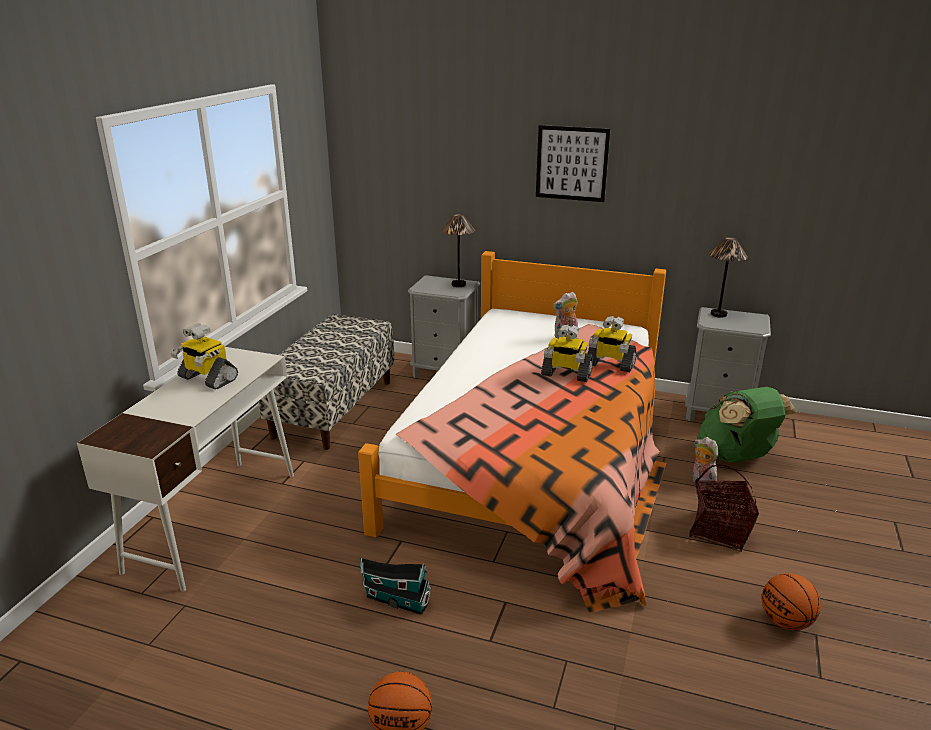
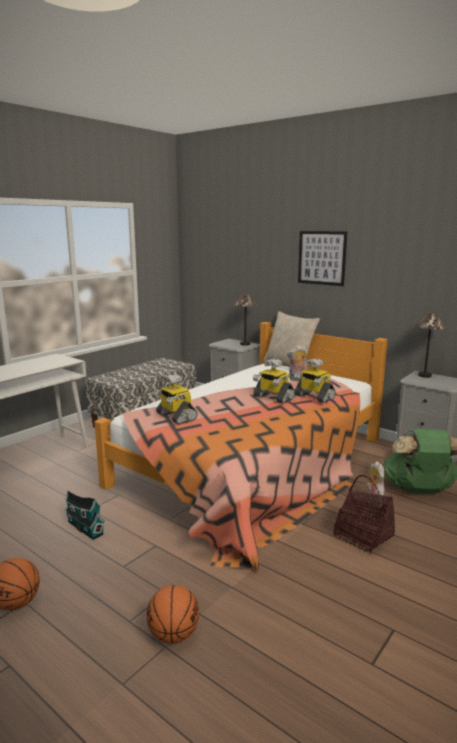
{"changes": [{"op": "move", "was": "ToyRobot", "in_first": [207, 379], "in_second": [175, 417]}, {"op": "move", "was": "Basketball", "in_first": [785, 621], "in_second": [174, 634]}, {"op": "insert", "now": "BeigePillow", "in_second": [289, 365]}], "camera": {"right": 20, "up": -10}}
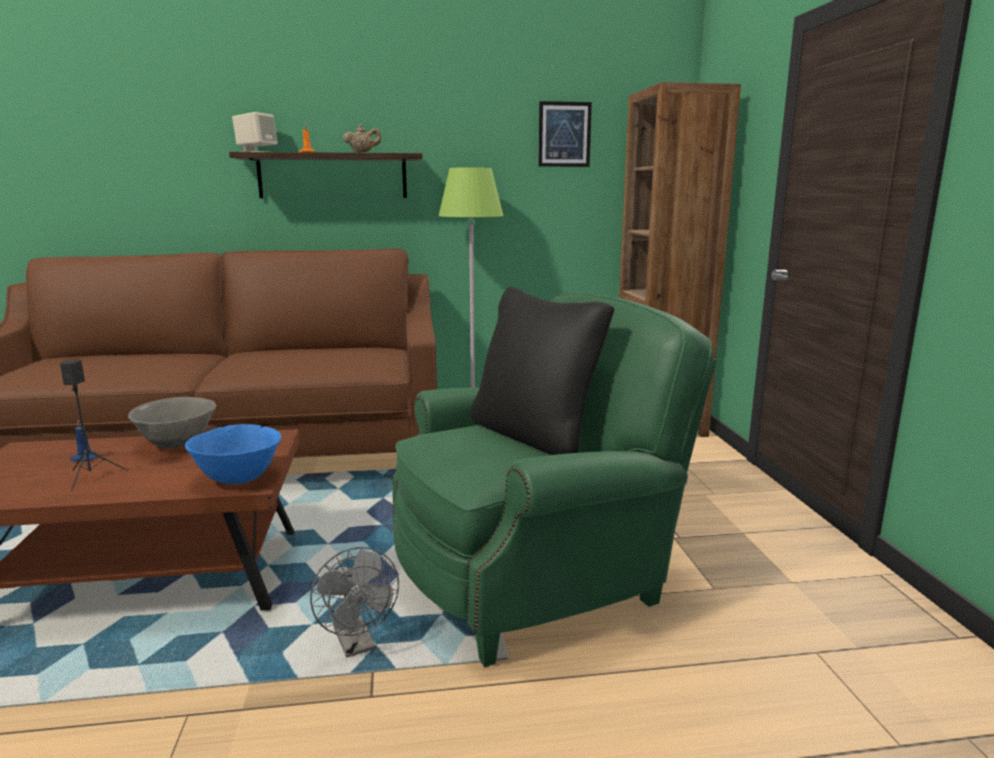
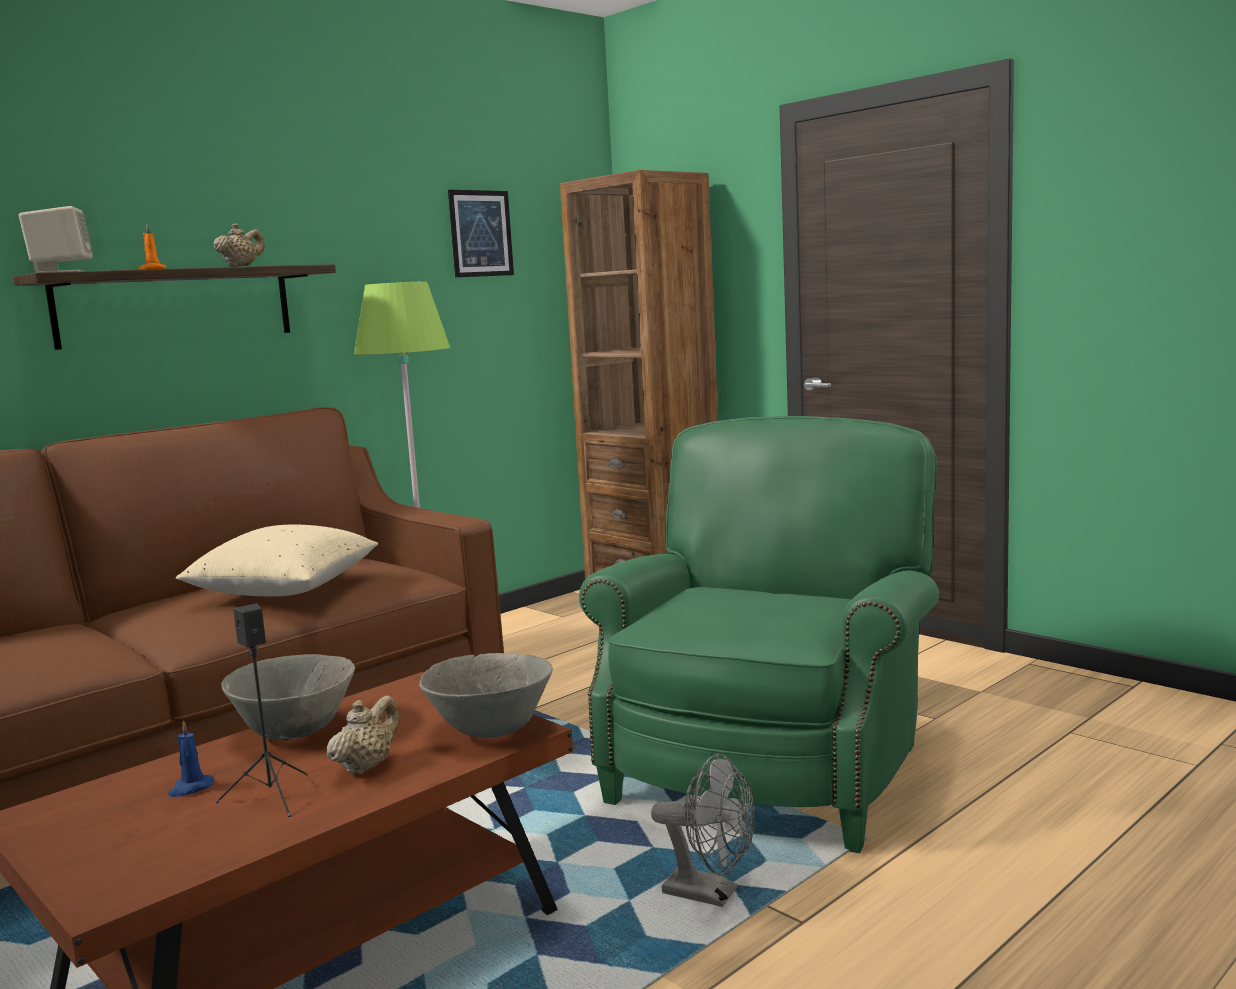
{"changes": [{"op": "recolor", "was": "BlueBowl", "now": "GreyBowl", "in_first": [238, 478], "in_second": [491, 731]}, {"op": "delete", "was": "BlackPillow", "in_first": [535, 435]}, {"op": "insert", "now": "BeigePillow", "in_second": [285, 590]}, {"op": "insert", "now": "BeigeTeapot", "in_second": [367, 766]}], "camera": {"right": -35, "up": -5}}
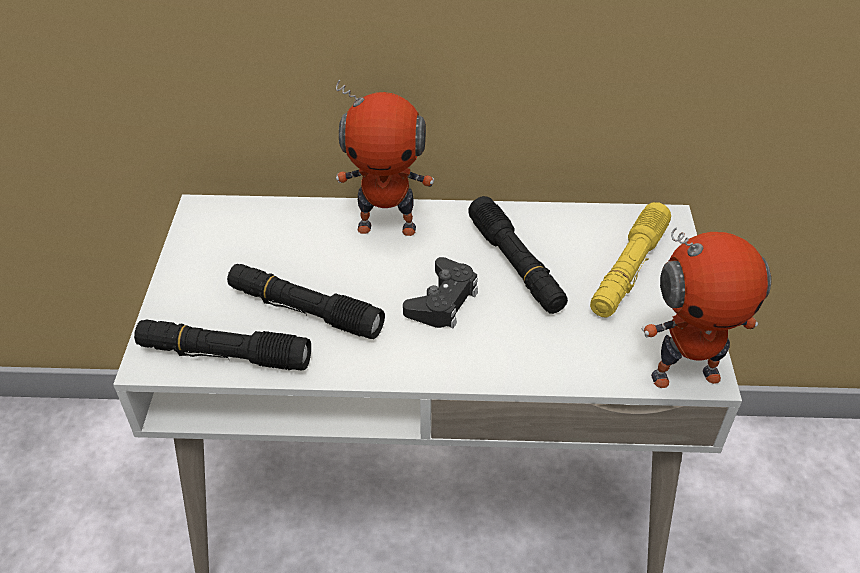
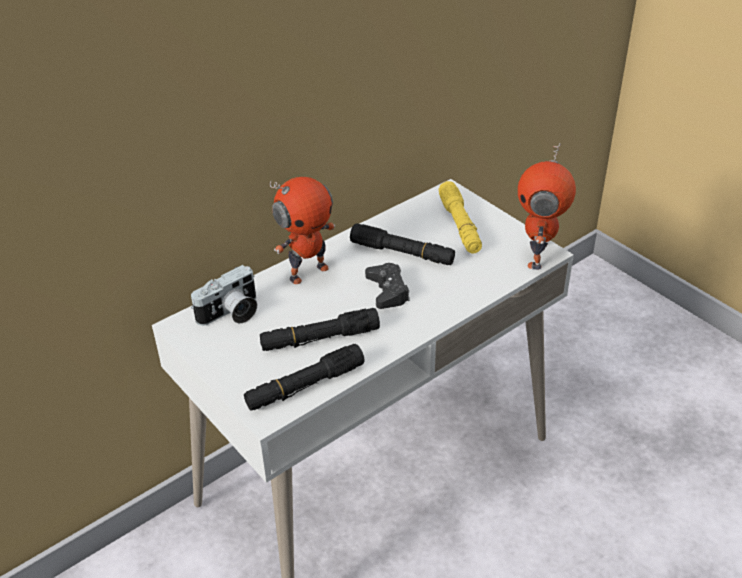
{"changes": [{"op": "rotate", "was": "ToyRobot", "in_first": [685, 373], "in_second": [538, 257], "clockwise": 150}, {"op": "insert", "now": "PhotoCamera", "in_second": [231, 314]}], "camera": {"right": -40, "up": -5}}
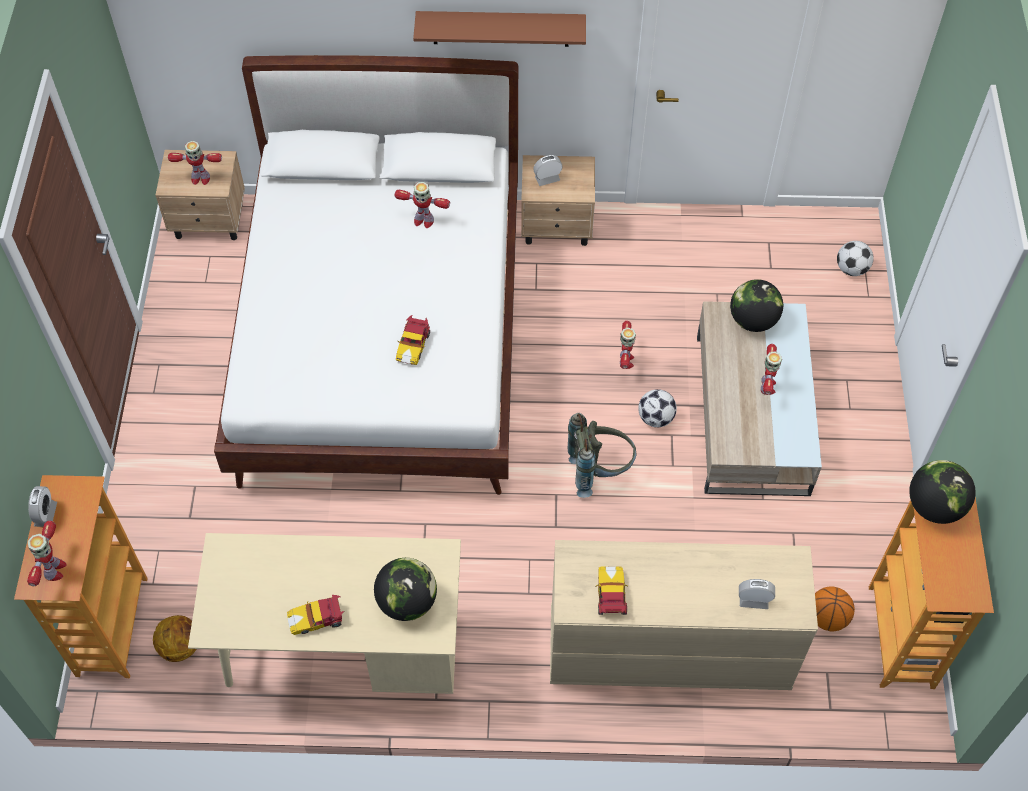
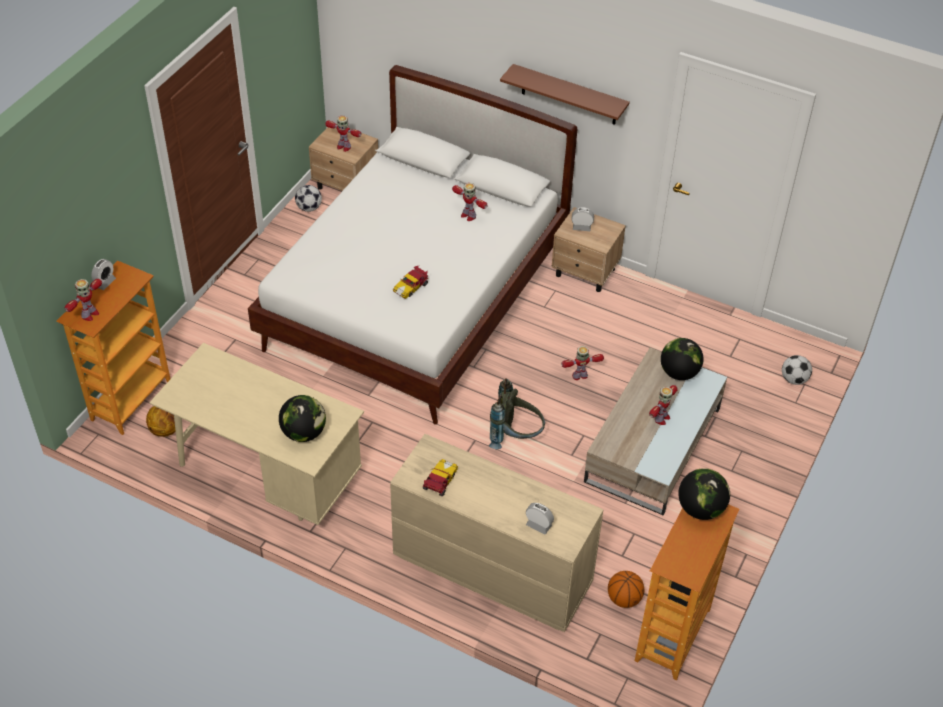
{"changes": [{"op": "delete", "was": "ToyCar", "in_first": [318, 619]}, {"op": "rotate", "was": "ToyRobot", "in_first": [625, 361], "in_second": [580, 376], "clockwise": -135}, {"op": "move", "was": "Football", "in_first": [655, 418], "in_second": [309, 208]}], "camera": {"right": 25, "up": -10}}
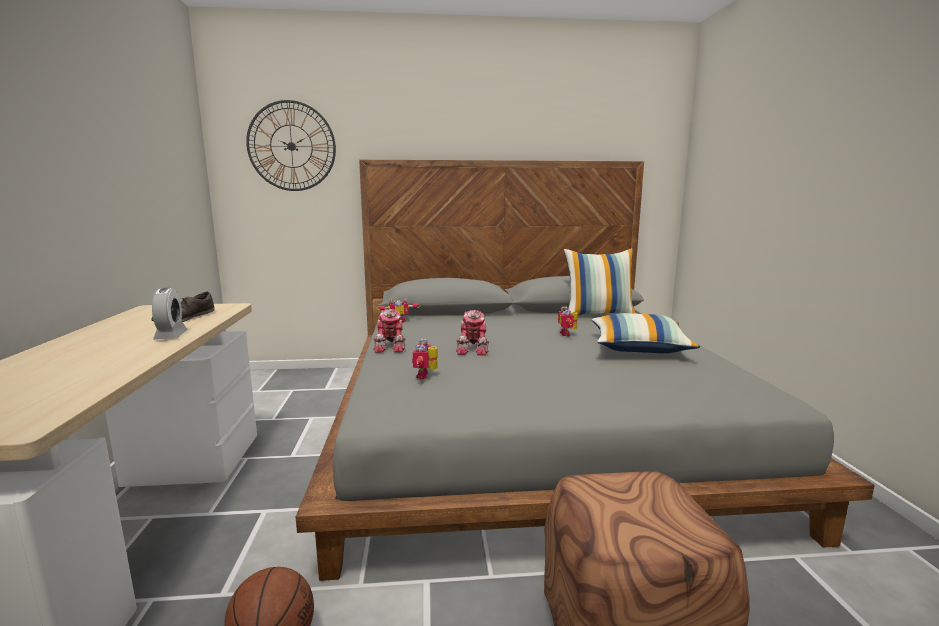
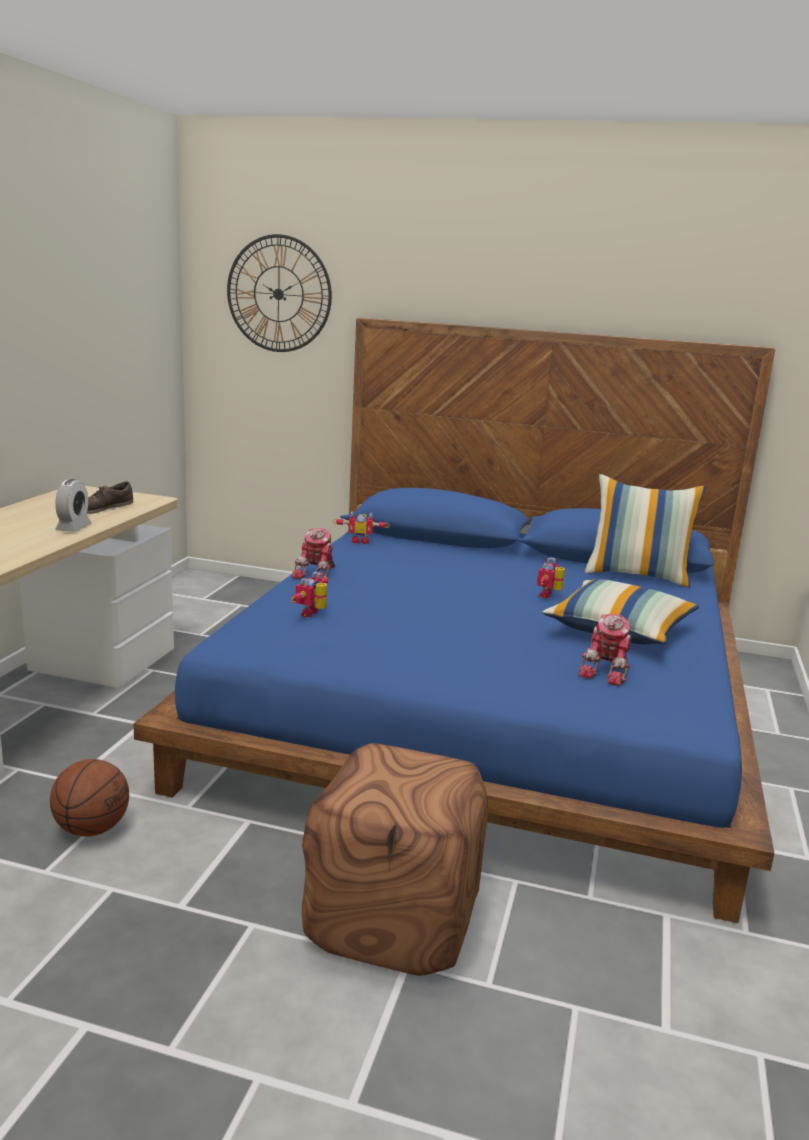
{"changes": [{"op": "recolor", "was": "GreyBed", "now": "BlueBed", "in_first": [530, 427], "in_second": [486, 708]}, {"op": "move", "was": "ToyRobot", "in_first": [474, 349], "in_second": [608, 671]}], "camera": {"right": 20, "up": 5}}
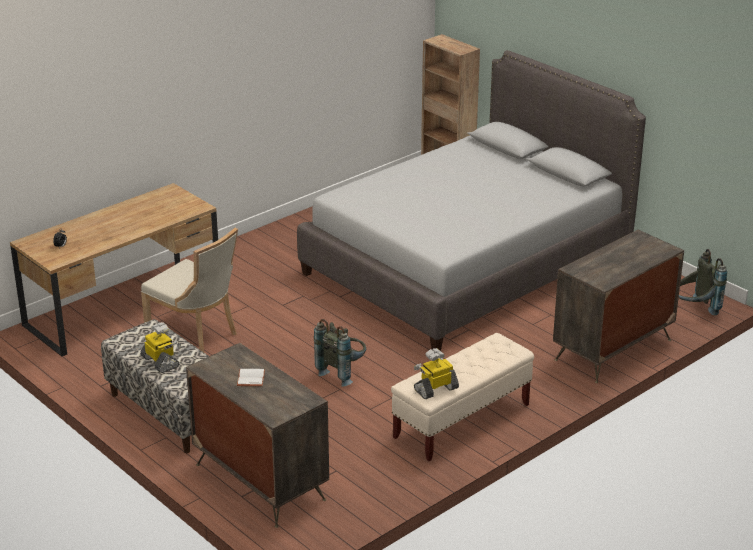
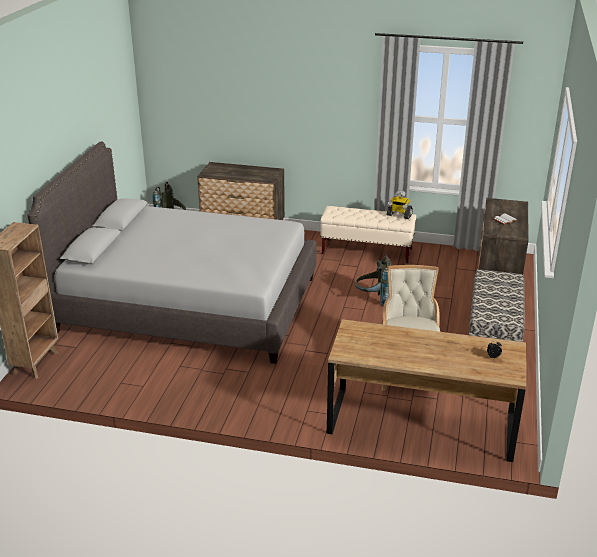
{"changes": [{"op": "delete", "was": "ToyRobot", "in_first": [161, 362]}], "camera": {"right": -125, "up": 0}}
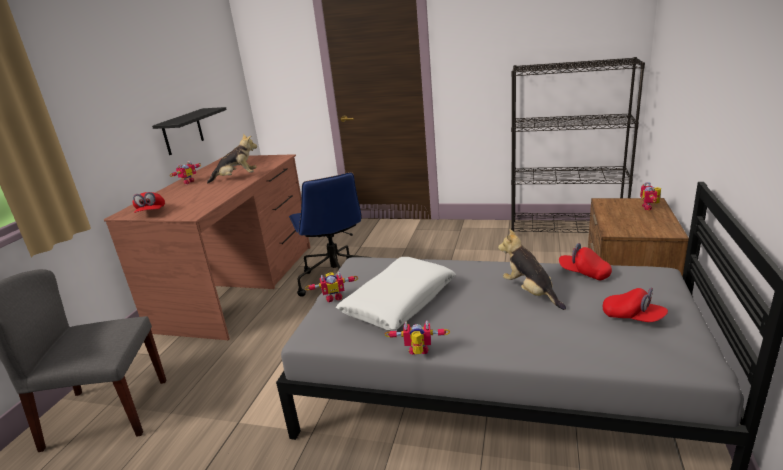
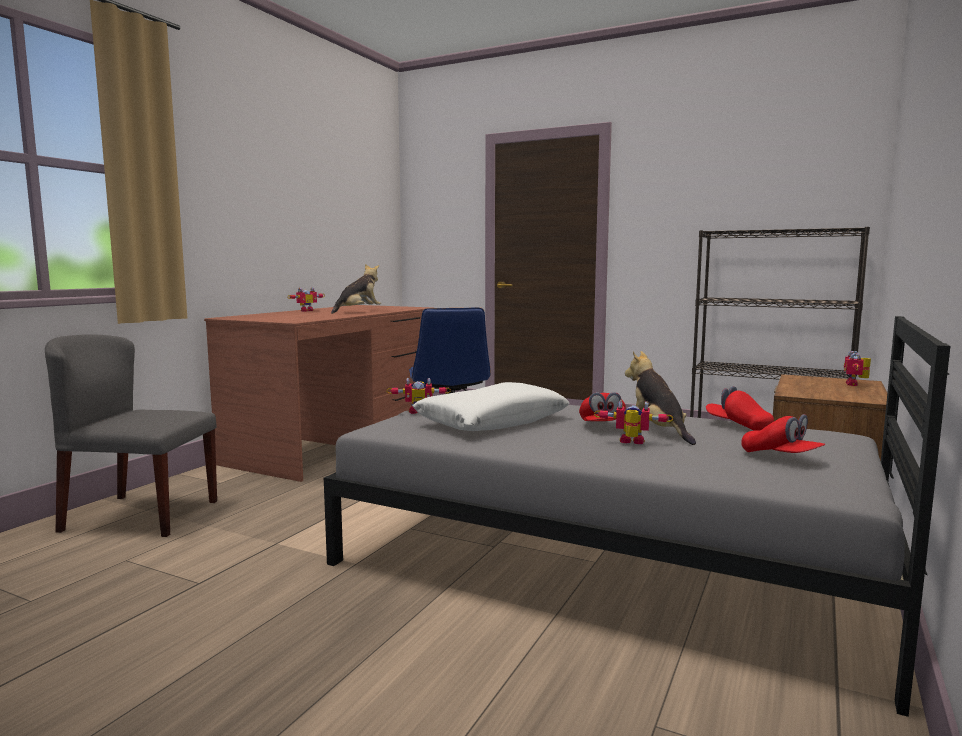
{"changes": [{"op": "move", "was": "RedCap", "in_first": [151, 213], "in_second": [602, 427]}, {"op": "delete", "was": "BlackShelf", "in_first": [182, 132]}, {"op": "rotate", "was": "PlushToy", "in_first": [237, 178], "in_second": [358, 312], "clockwise": -45}, {"op": "move", "was": "ToyRobot", "in_first": [418, 353], "in_second": [631, 443]}], "camera": {"right": 10, "up": -15}}
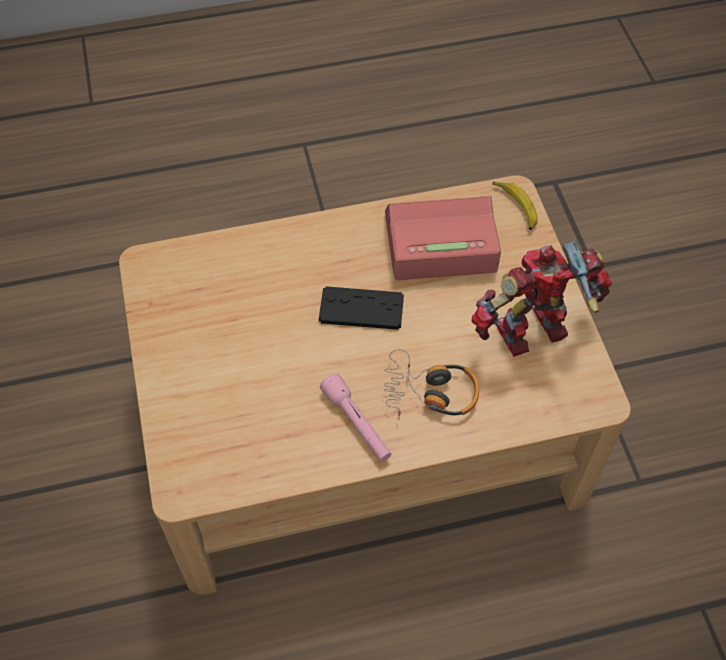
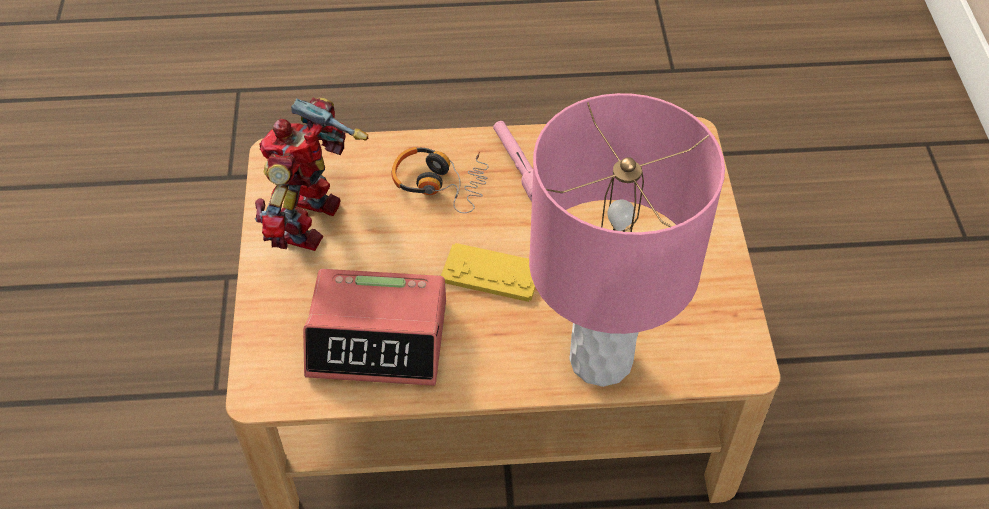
{"changes": [{"op": "recolor", "was": "BlackGameController", "now": "YellowGameController", "in_first": [361, 309], "in_second": [491, 274]}, {"op": "rotate", "was": "ToyRobot", "in_first": [533, 335], "in_second": [313, 222], "clockwise": 120}, {"op": "delete", "was": "Banana", "in_first": [516, 208]}, {"op": "insert", "now": "PinkTableLamp", "in_second": [600, 359]}], "camera": {"right": -170, "up": -5}}
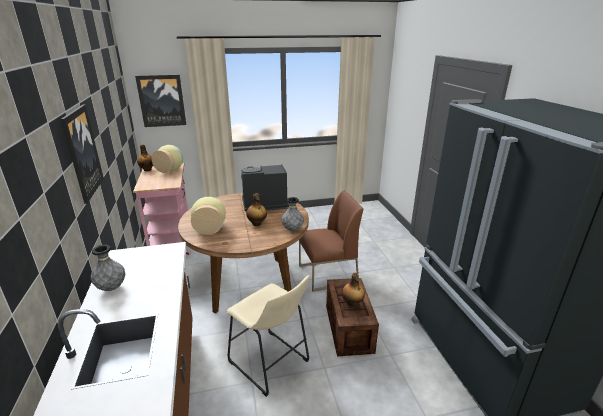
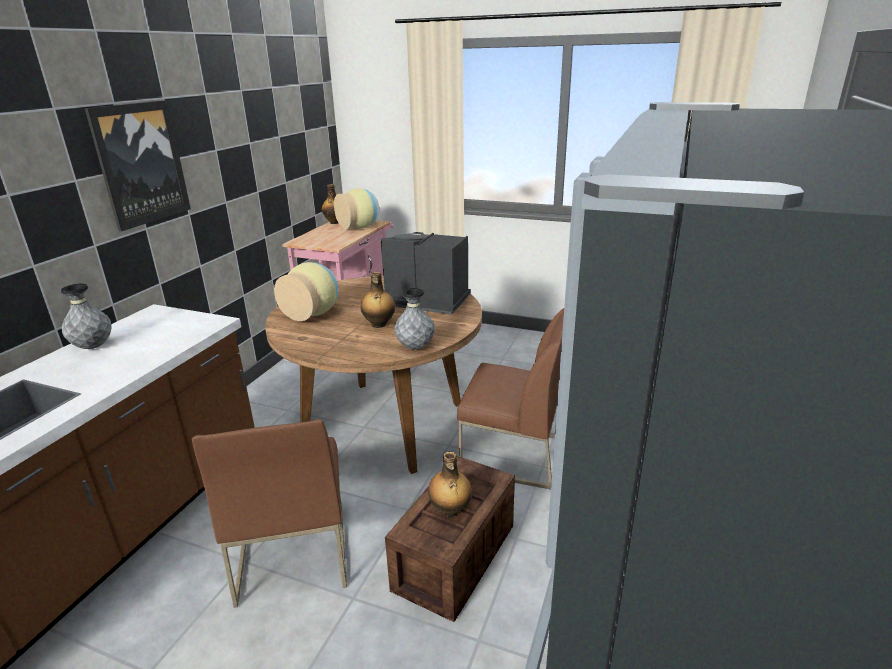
{"changes": [{"op": "delete", "was": "Picture", "in_first": [162, 101]}, {"op": "replace", "was": "BeigeStool", "now": "BrownChair", "in_first": [271, 364], "in_second": [291, 551]}], "camera": {"right": 35, "up": 0}}
